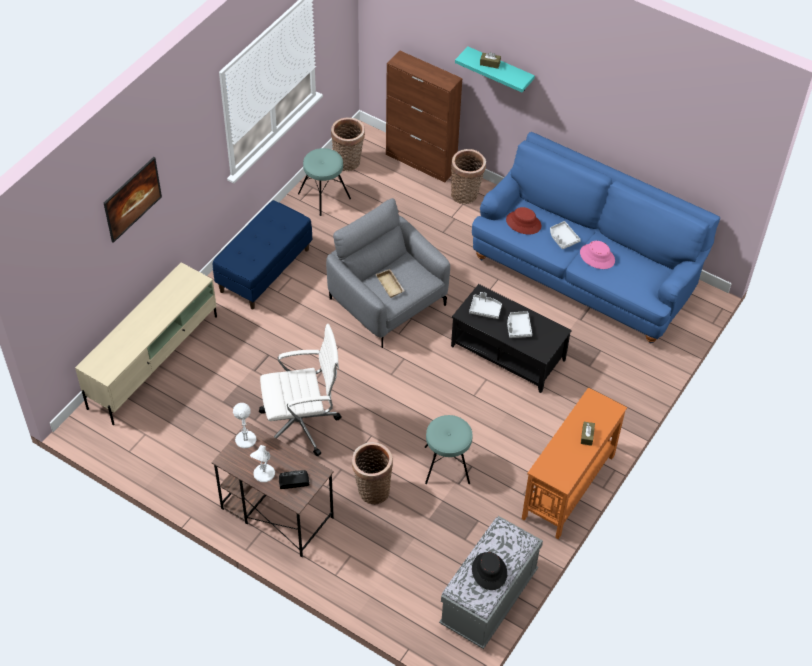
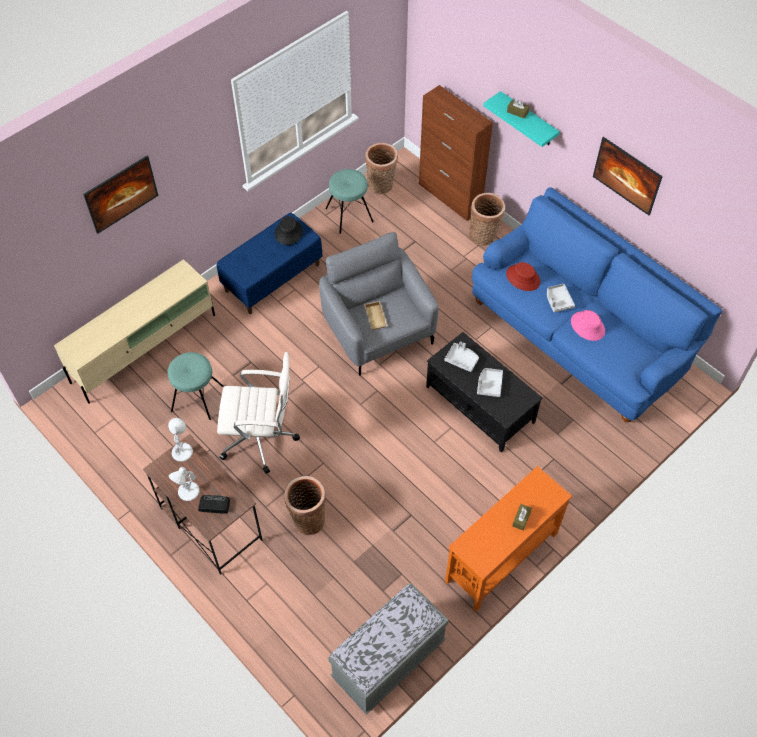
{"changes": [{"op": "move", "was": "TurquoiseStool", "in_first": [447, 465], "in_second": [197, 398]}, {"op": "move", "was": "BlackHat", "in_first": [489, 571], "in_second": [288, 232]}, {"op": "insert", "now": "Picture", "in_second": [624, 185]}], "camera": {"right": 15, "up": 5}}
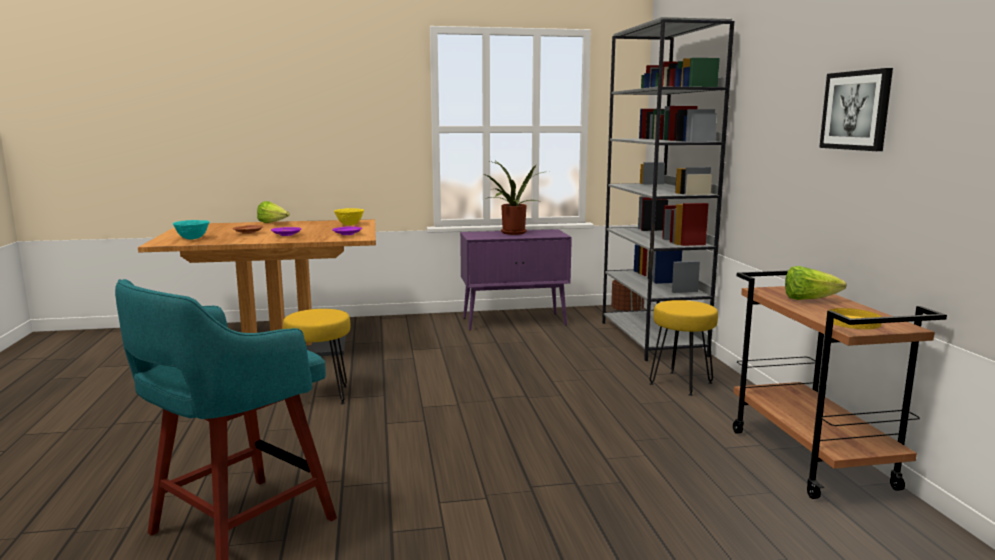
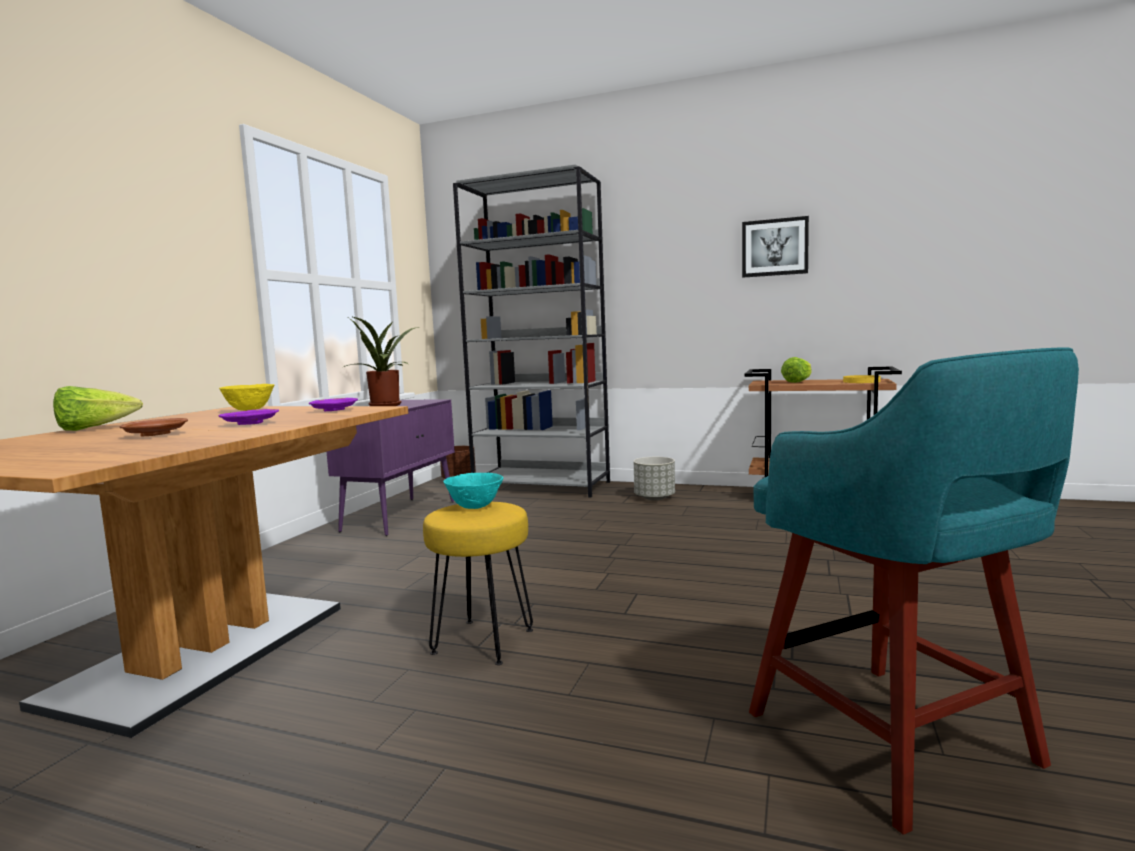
{"changes": [{"op": "move", "was": "TurquoiseBowl", "in_first": [192, 239], "in_second": [475, 507]}, {"op": "replace", "was": "YellowStool", "now": "GreyPlanter", "in_first": [681, 383], "in_second": [654, 498]}], "camera": {"right": -60, "up": -5}}
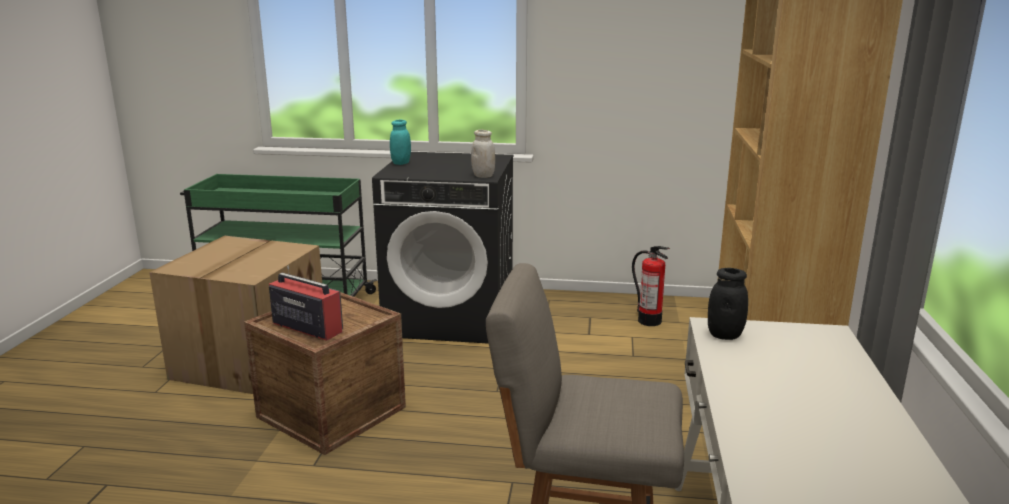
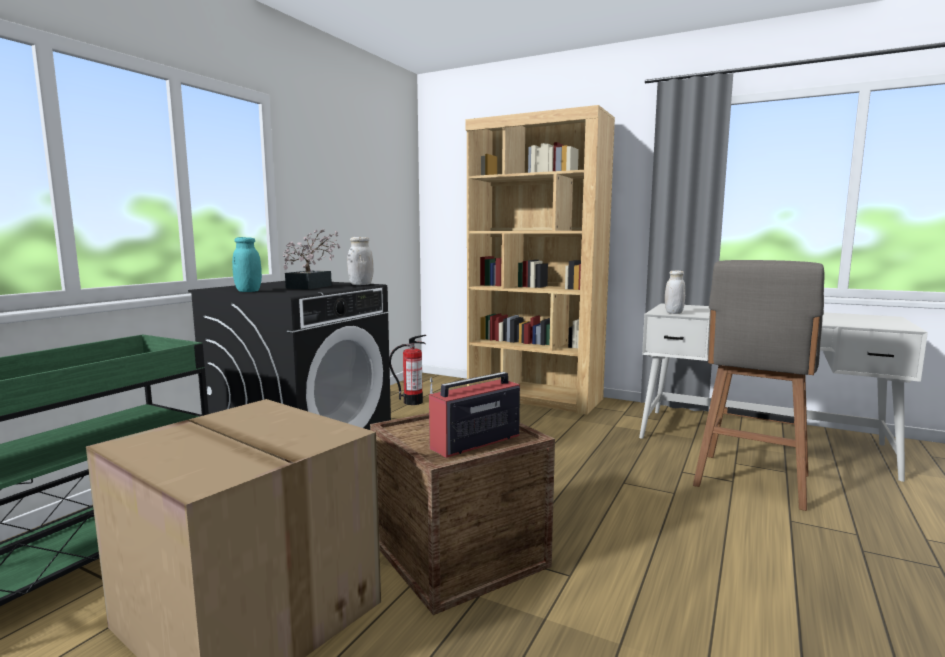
{"changes": [{"op": "recolor", "was": "BlackJar", "now": "WhiteJar", "in_first": [724, 335], "in_second": [673, 313]}, {"op": "insert", "now": "PottedPlant", "in_second": [313, 286]}], "camera": {"right": -70, "up": -10}}
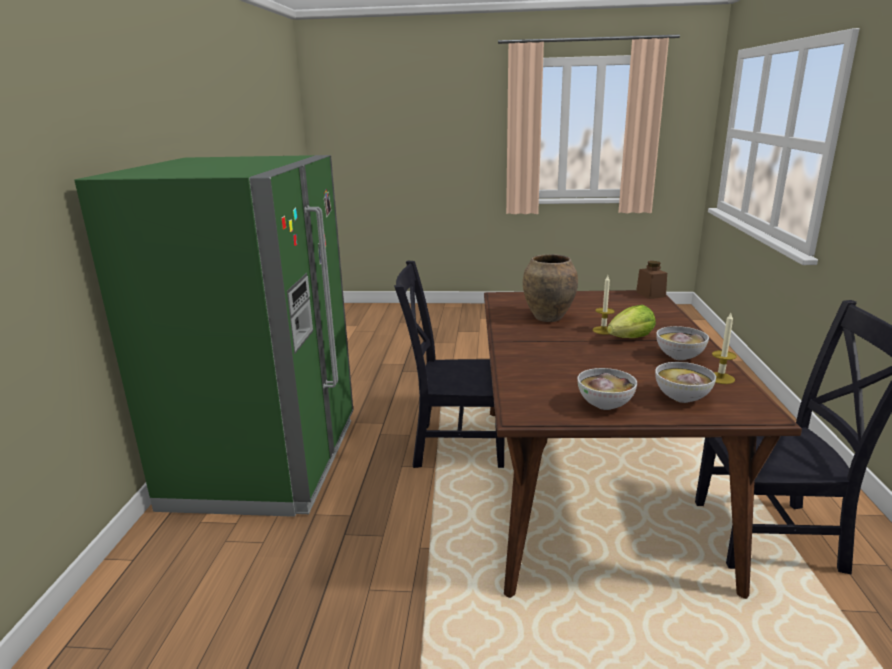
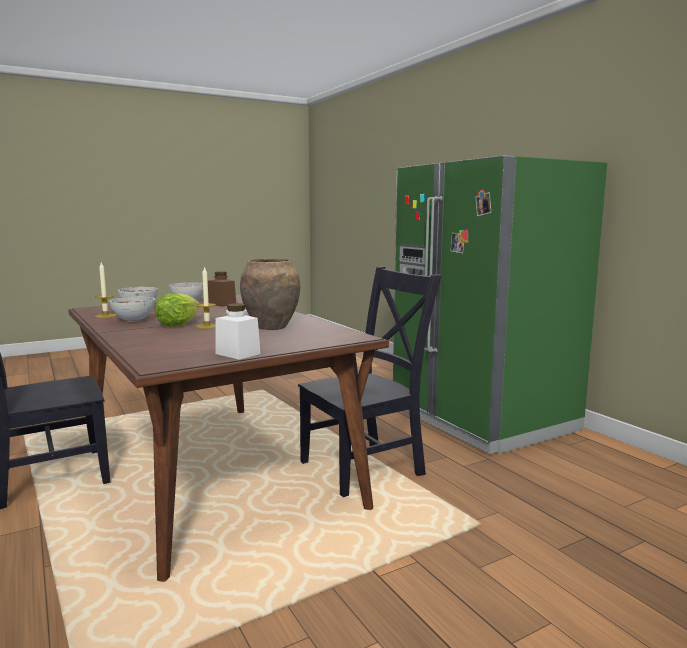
{"changes": [{"op": "move", "was": "BrownJar", "in_first": [650, 294], "in_second": [222, 304]}, {"op": "insert", "now": "WhiteJar", "in_second": [238, 353]}], "camera": {"right": 145, "up": -10}}
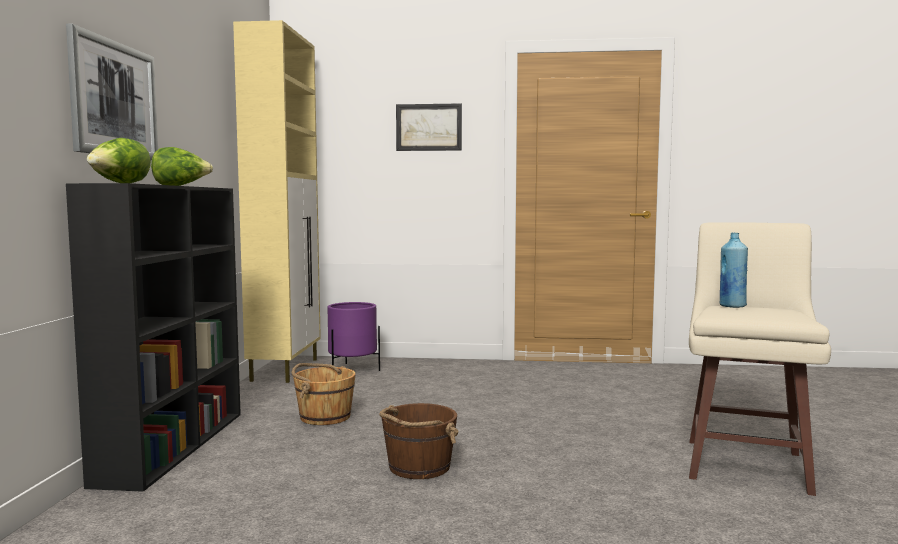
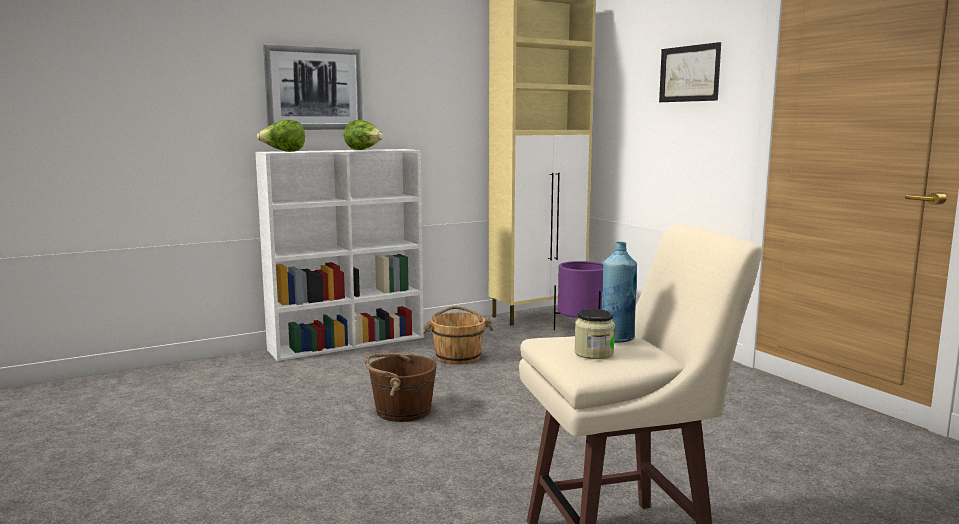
{"changes": [{"op": "recolor", "was": "BlackBookcase", "now": "WhiteBookcase", "in_first": [174, 445], "in_second": [348, 343]}, {"op": "insert", "now": "Jar", "in_second": [594, 353]}], "camera": {"right": 55, "up": 5}}
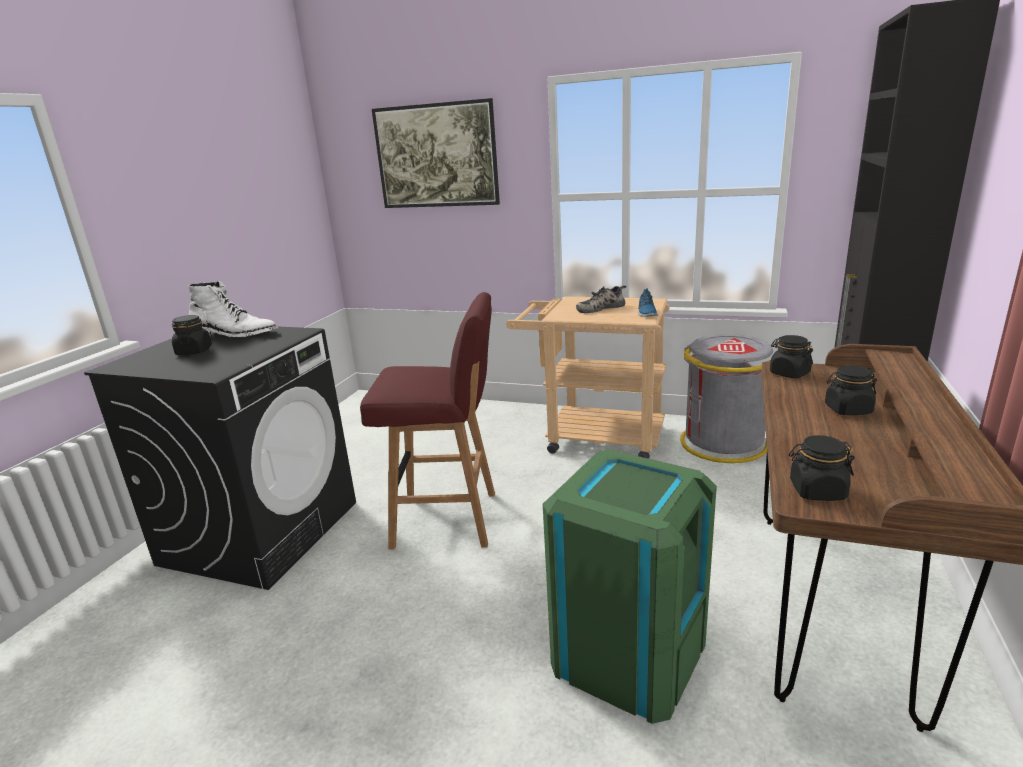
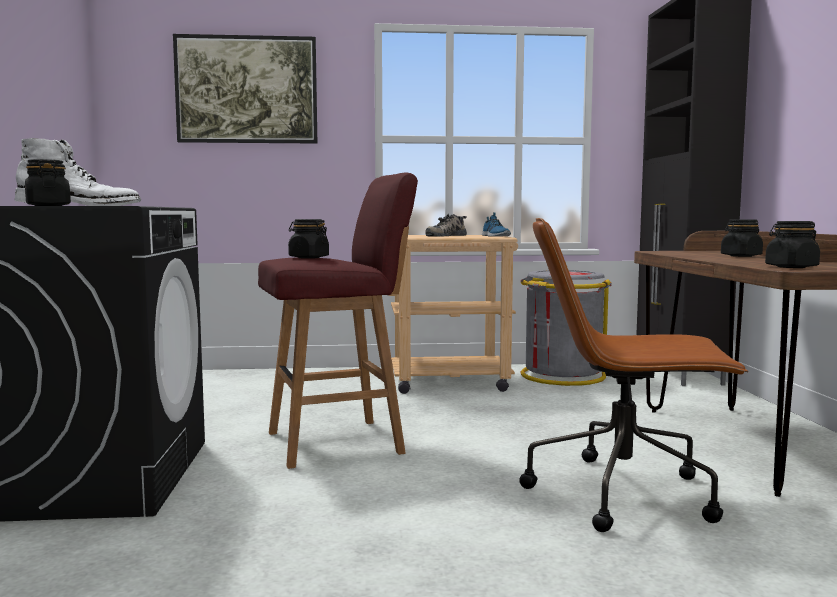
{"changes": [{"op": "replace", "was": "GreenTrashCan", "now": "BrownOfficeChair", "in_first": [628, 654], "in_second": [624, 493]}, {"op": "move", "was": "BlackJar", "in_first": [789, 373], "in_second": [308, 257]}], "camera": {"right": -25, "up": -15}}
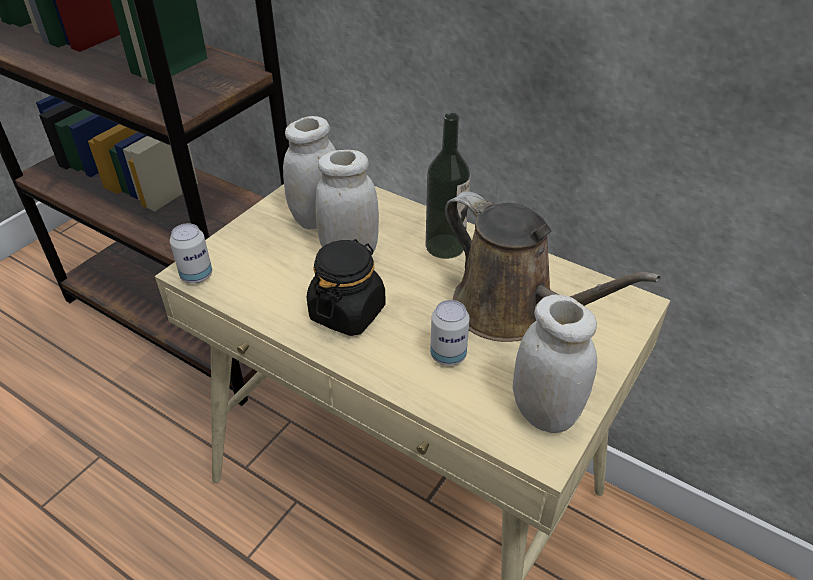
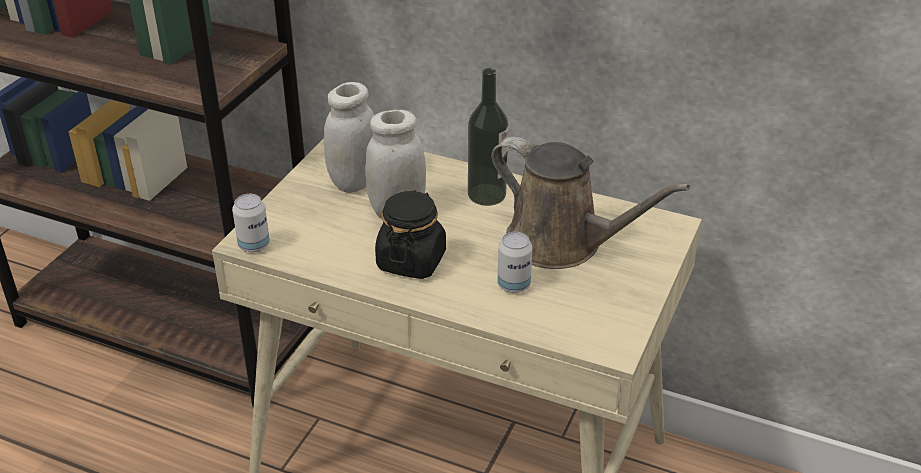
{"changes": [{"op": "delete", "was": "WhiteJar", "in_first": [544, 412]}], "camera": {"right": -10, "up": -5}}
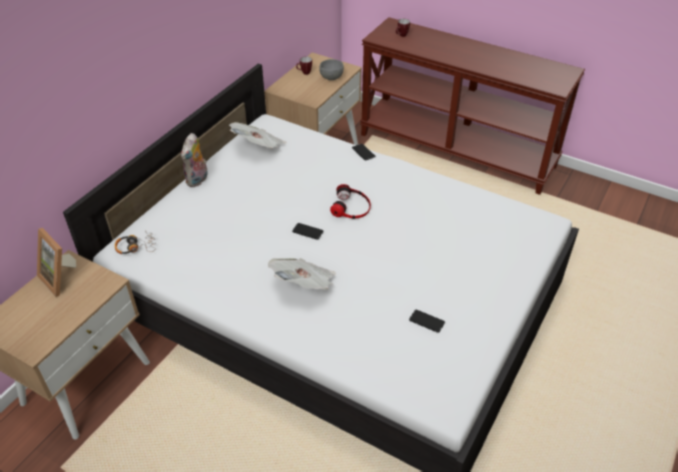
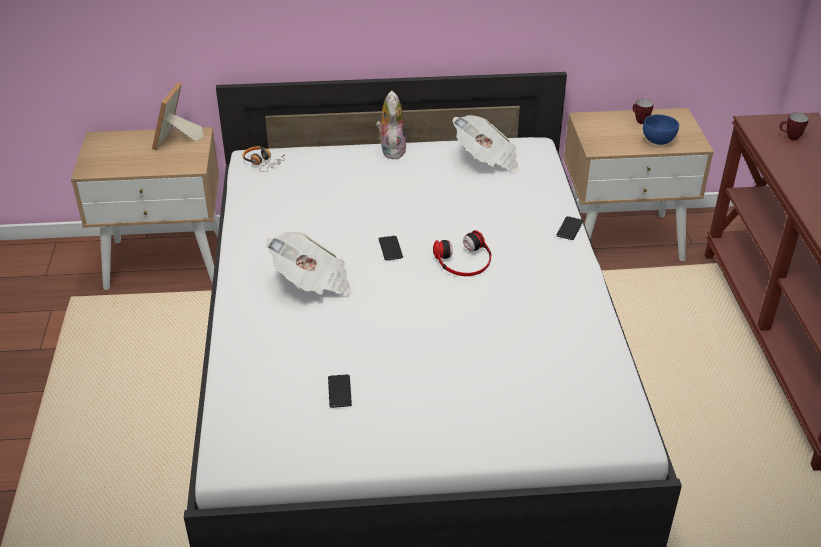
{"changes": [{"op": "rotate", "was": "PlushToy", "in_first": [198, 180], "in_second": [391, 150], "clockwise": 105}, {"op": "recolor", "was": "GreyBowl", "now": "BlueBowl", "in_first": [331, 78], "in_second": [657, 141]}], "camera": {"right": 55, "up": -5}}
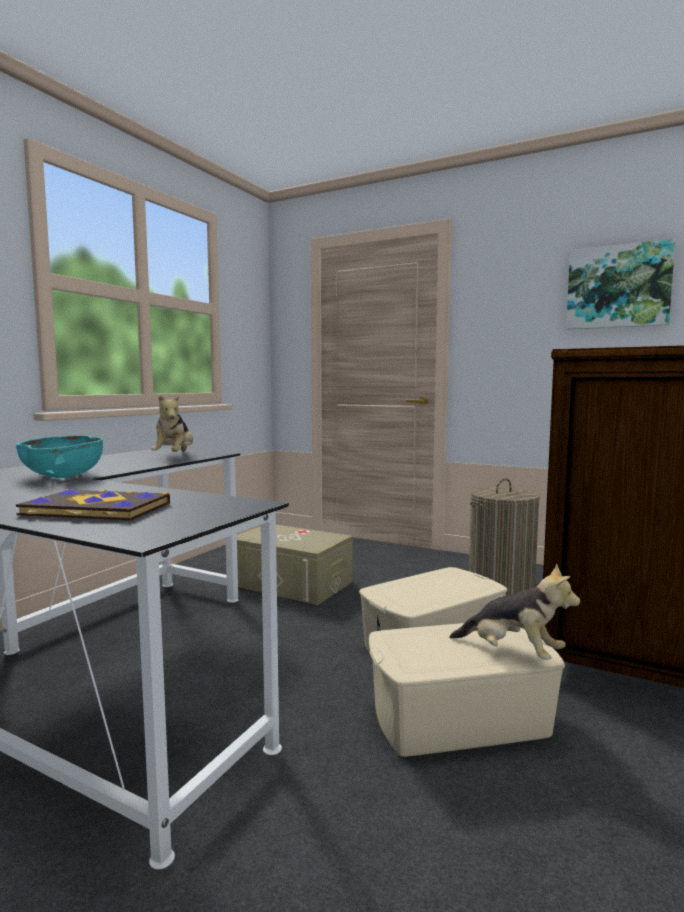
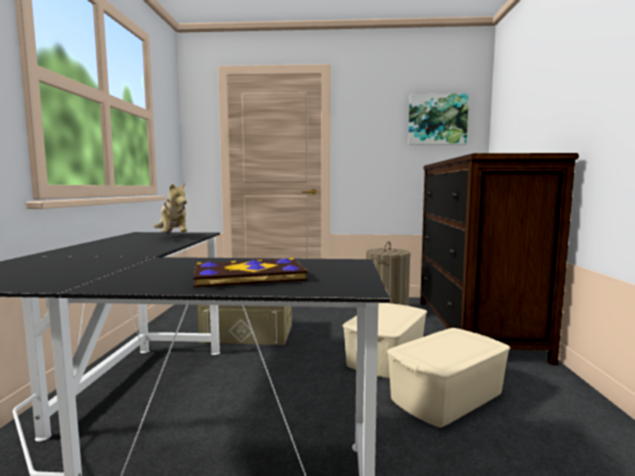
{"changes": [{"op": "delete", "was": "TurquoiseBowl", "in_first": [63, 476]}, {"op": "delete", "was": "PlushToy", "in_first": [512, 653]}], "camera": {"right": -25, "up": 0}}
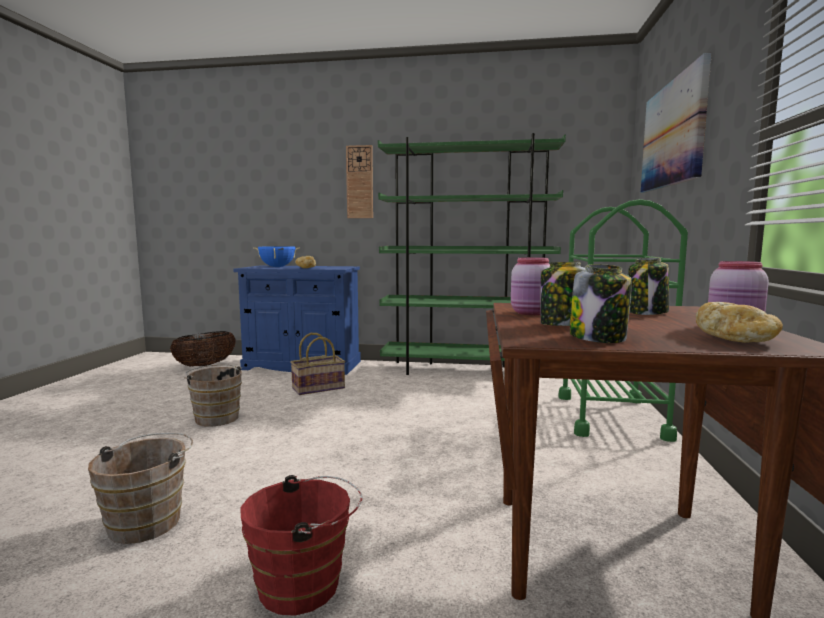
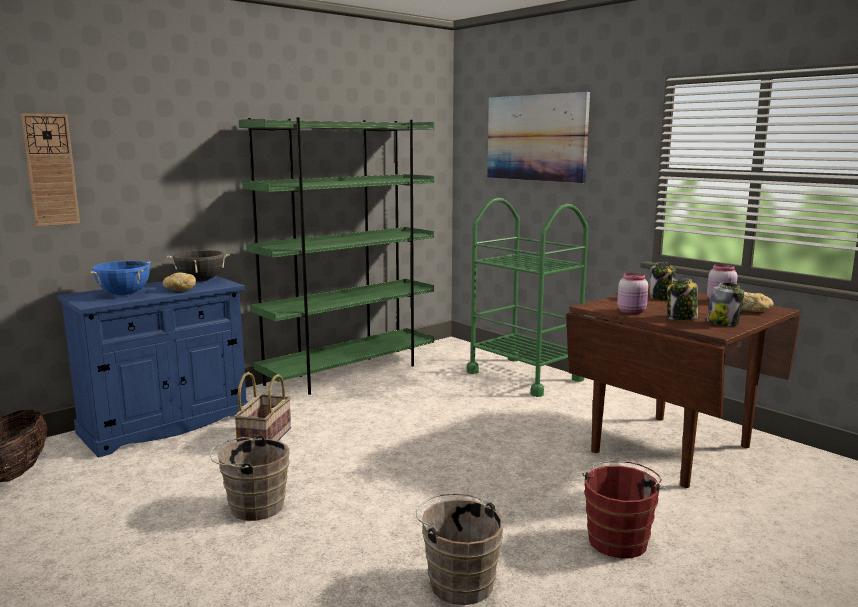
{"changes": [{"op": "move", "was": "WallClock", "in_first": [359, 182], "in_second": [50, 170]}, {"op": "insert", "now": "BlackCookingPot", "in_second": [200, 281]}], "camera": {"right": -50, "up": 5}}
